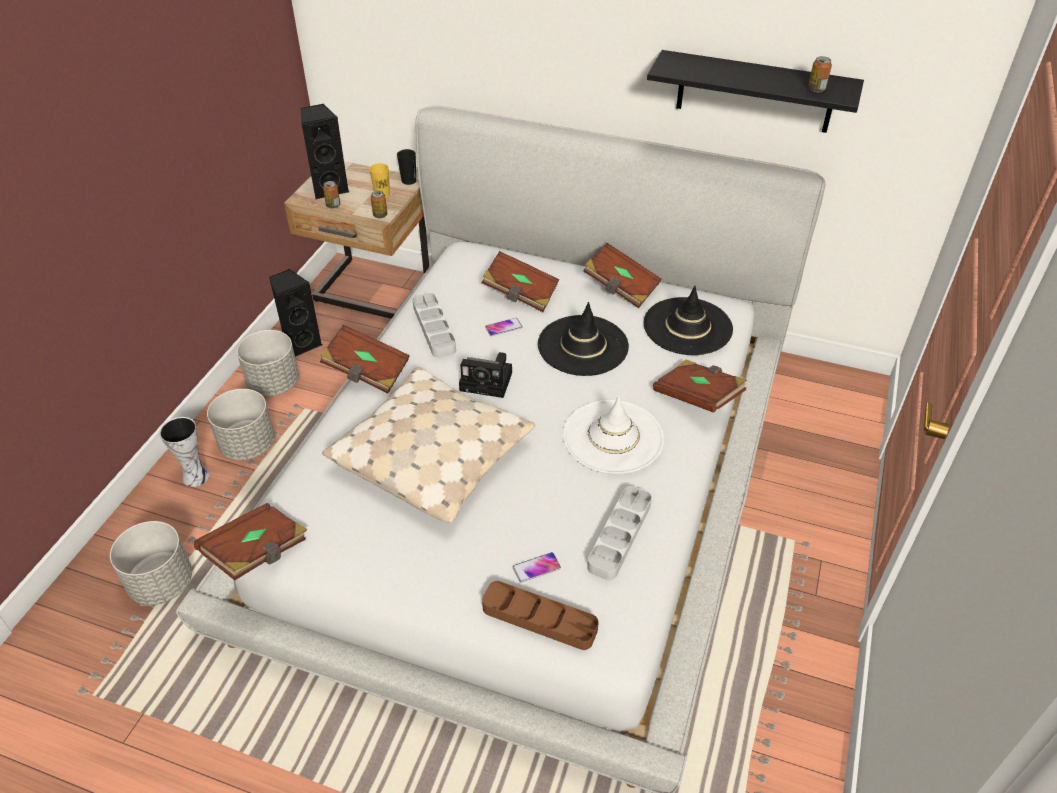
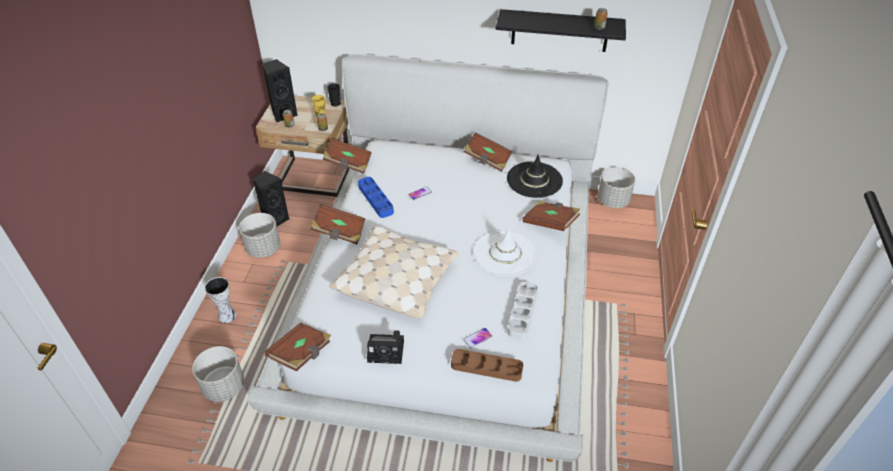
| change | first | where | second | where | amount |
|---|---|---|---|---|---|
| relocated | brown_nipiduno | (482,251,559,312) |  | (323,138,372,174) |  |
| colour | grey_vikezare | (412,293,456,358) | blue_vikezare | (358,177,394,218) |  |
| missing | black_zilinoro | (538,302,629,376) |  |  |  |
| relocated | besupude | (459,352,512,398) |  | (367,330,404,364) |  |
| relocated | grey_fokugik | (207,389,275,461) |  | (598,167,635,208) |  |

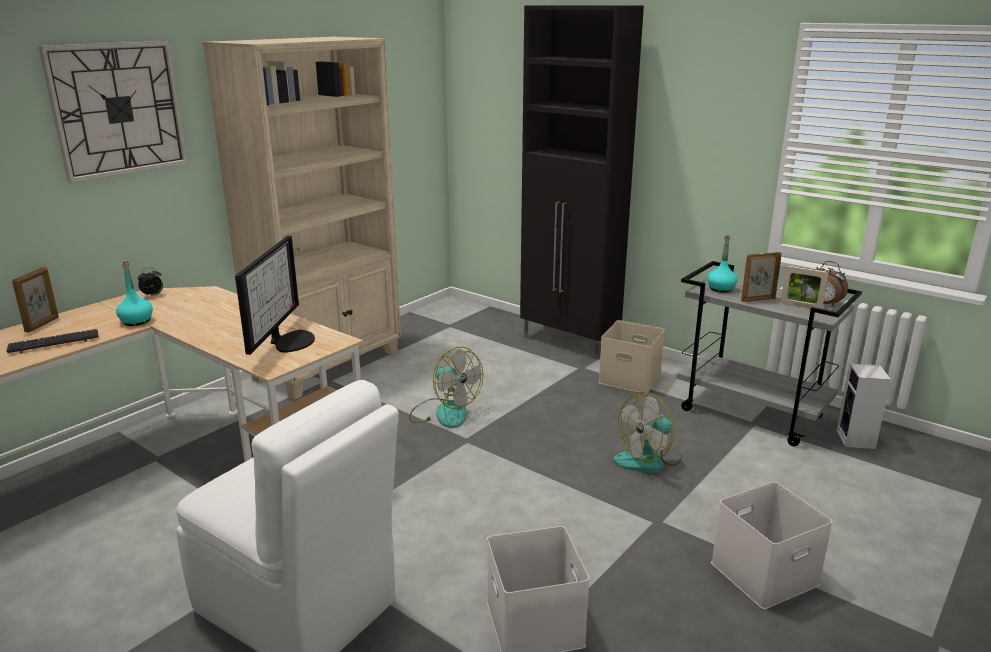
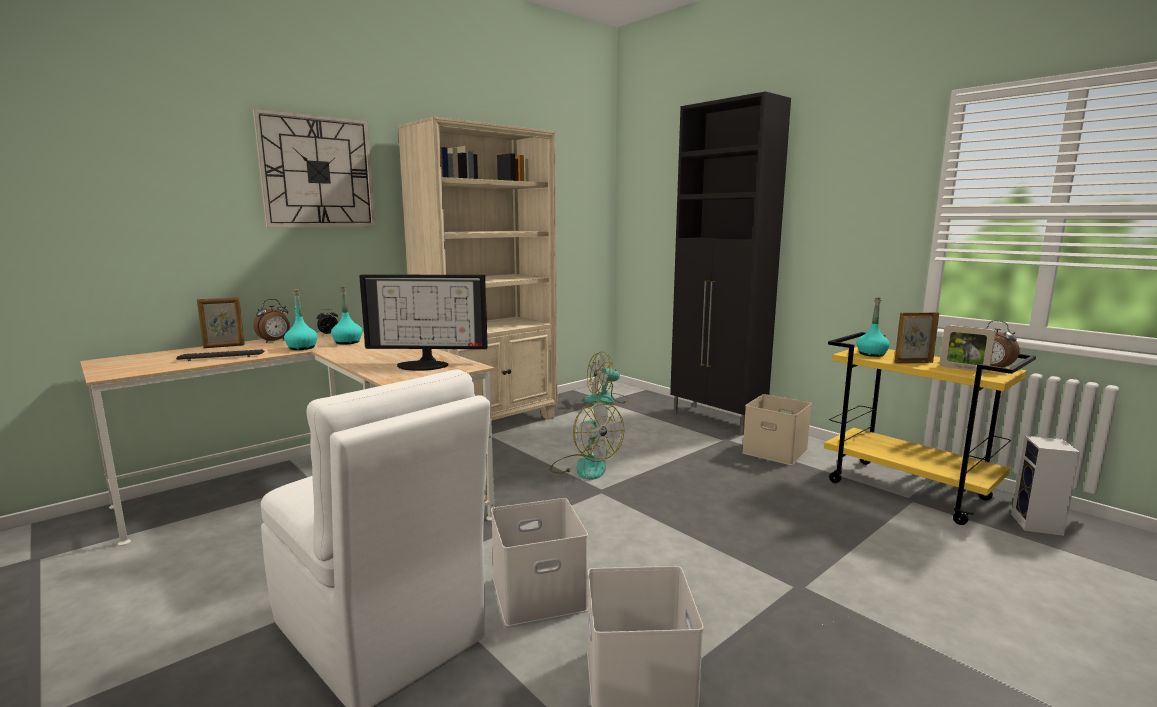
| change | first | where | second | where | amount |
|---|---|---|---|---|---|
| spun | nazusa | (235,236,315,355) |  | (359,274,488,371) | 75 degrees clockwise |
| colour | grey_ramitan | (677,261,862,447) | yellow_ramitan | (824,332,1036,525) |  |
| spun | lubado | (12,267,59,333) |  | (197,297,245,348) | 45 degrees clockwise |
| relocated | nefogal | (614,391,682,473) |  | (584,352,630,405) |  |
| relocated | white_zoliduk | (711,482,833,609) |  | (491,498,588,626) |  |
| appeared |  |  | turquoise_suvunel | (331,286,362,345) |  |
| appeared |  |  | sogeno | (253,299,290,343) |  |

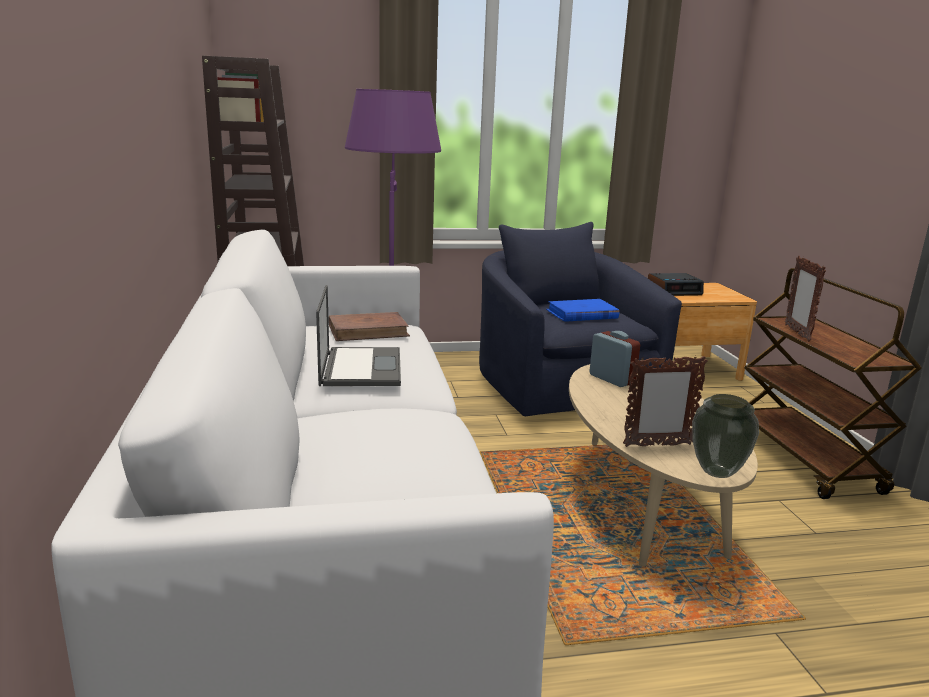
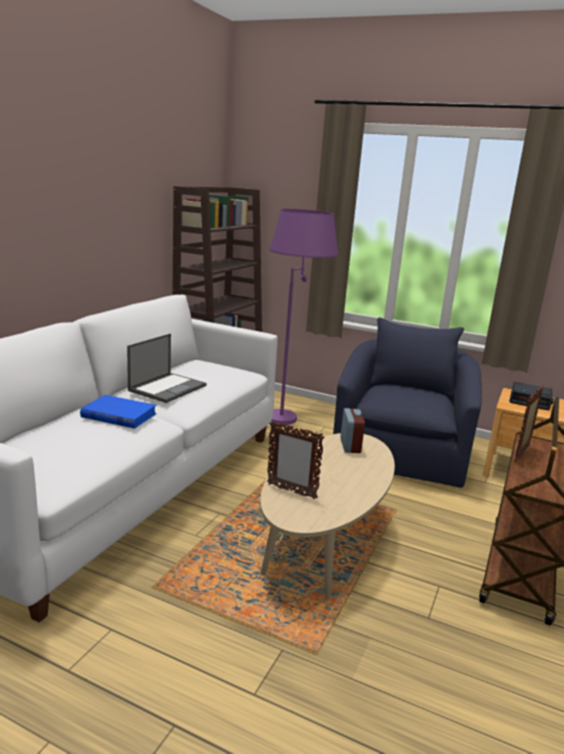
| change | first | where | second | where | amount |
|---|---|---|---|---|---|
| relocated | blue_nipiduno | (546,299,619,322) |  | (80,395,157,429) |  |
| missing | brown_nipiduno | (329,312,410,341) |  |  |  |
| missing | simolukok | (692,394,759,478) |  |  |  |

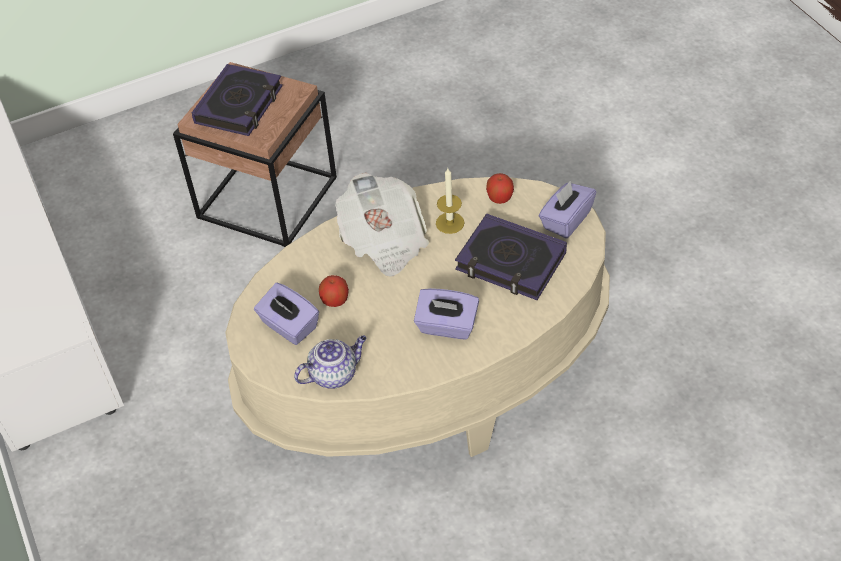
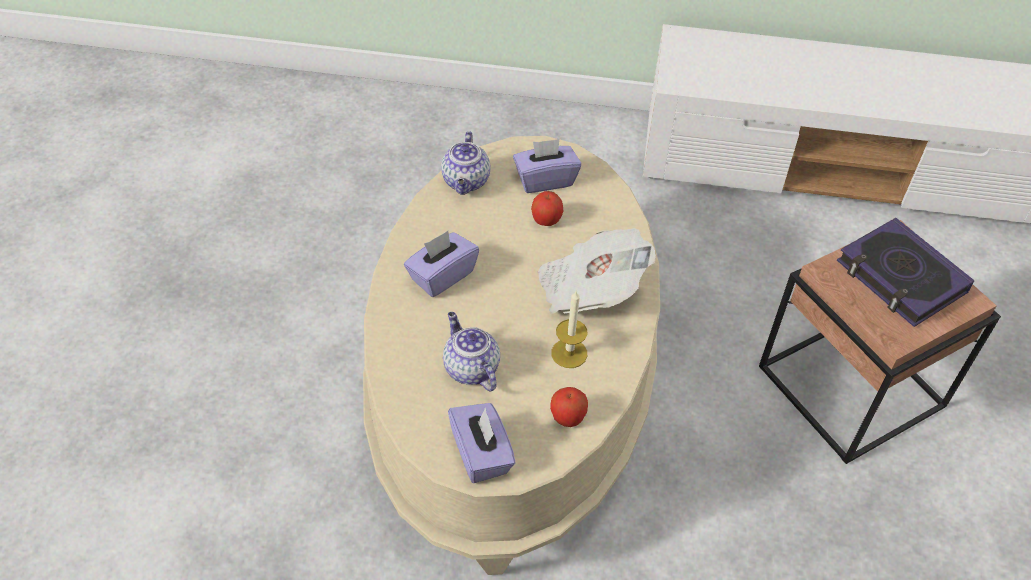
| change | first | where | second | where | amount |
|---|---|---|---|---|---|
| exchanged | nipiduno | (455,214,567,300) | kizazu | (443,312,500,391) |  |

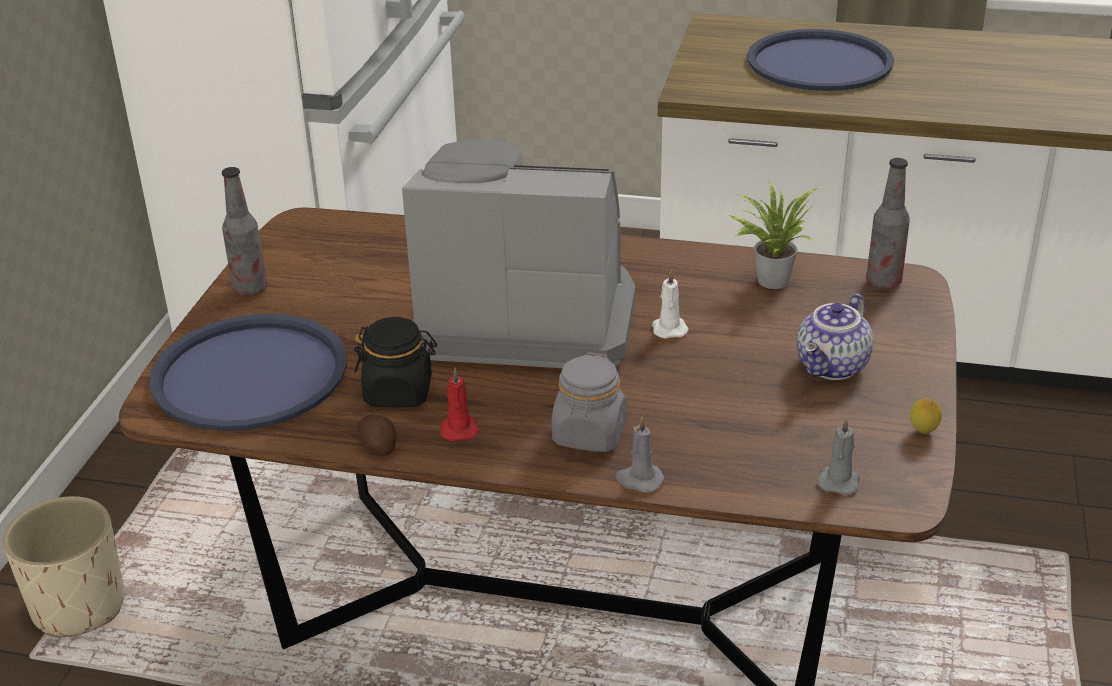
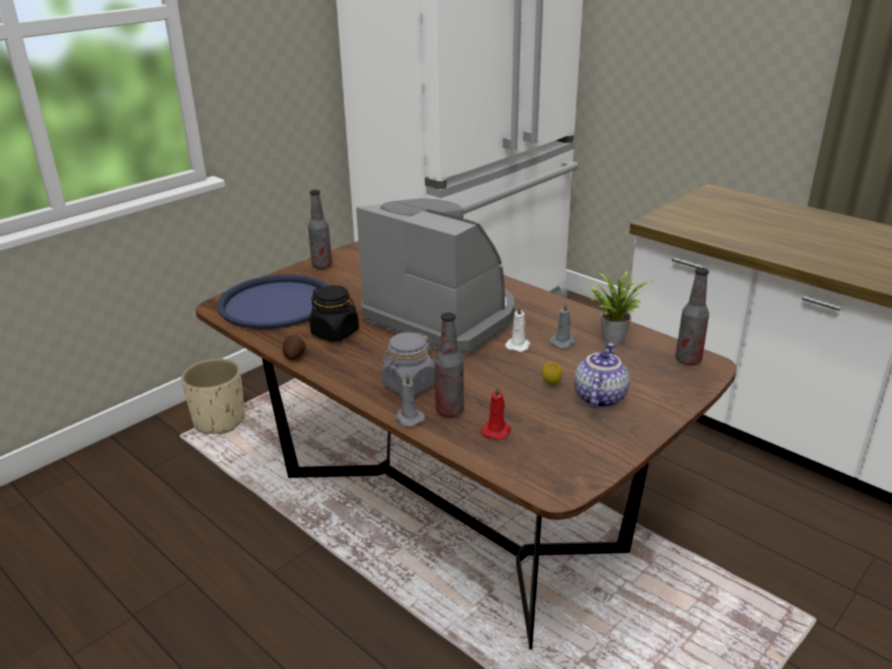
| change | first | where | second | where | amount |
|---|---|---|---|---|---|
| missing | blue_vikezare | (747,29,894,91) |  |  |  |
| spun | kizazu | (797,294,873,380) |  | (574,343,630,408) | 135 degrees clockwise |
| relocated | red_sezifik | (441,368,480,441) |  | (481,384,511,440) |  |
| relocated | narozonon | (910,398,942,434) |  | (542,362,562,386) |  |
| relocated | grey_sezifik | (817,417,860,495) |  | (550,301,576,349) |  |
| appeared |  |  | suvunel | (435,312,464,417) |  |

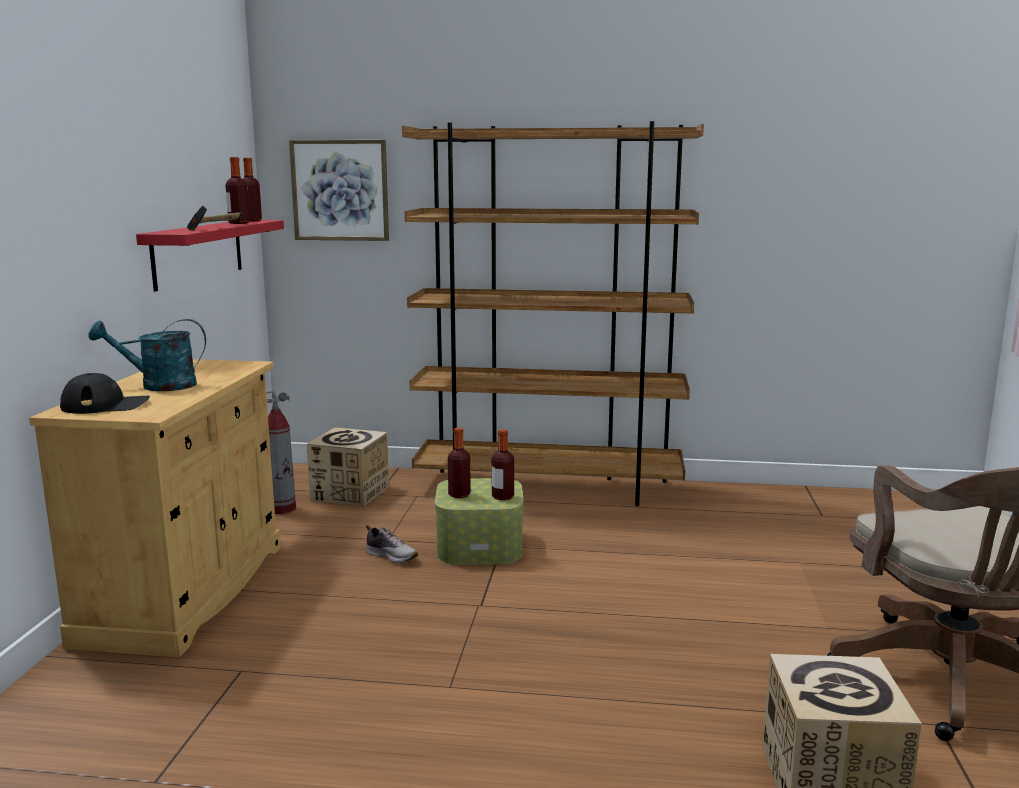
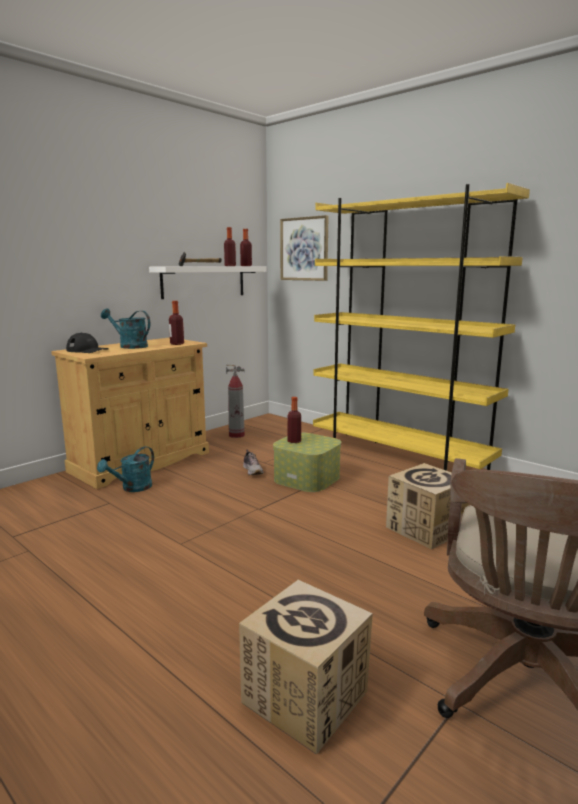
| change | first | where | second | where | amount |
|---|---|---|---|---|---|
| colour | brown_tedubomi | (402,121,704,506) | yellow_tedubomi | (313,183,530,471) |  |
| colour | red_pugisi | (136,220,284,292) | white_pugisi | (149,267,267,299) |  |
| relocated | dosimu | (307,427,389,507) |  | (386,463,469,549) |  |
| relocated | suvunel | (492,429,514,500) |  | (169,301,184,345) |  |
| appeared |  |  | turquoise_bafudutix | (97,446,154,492) |  |

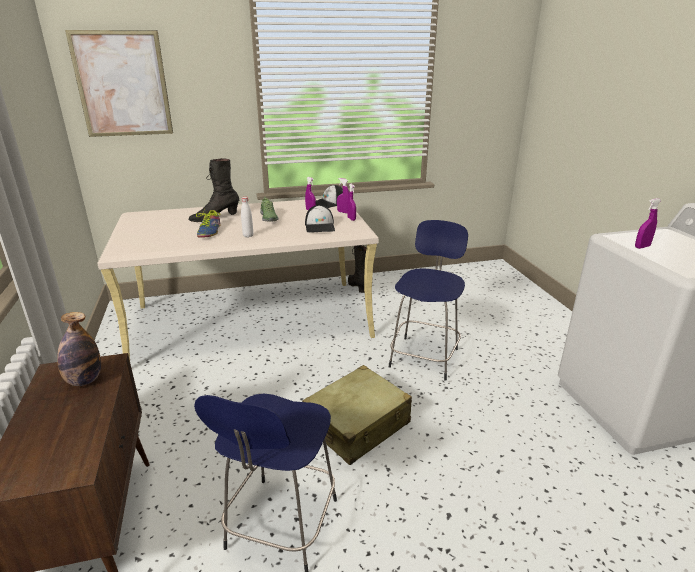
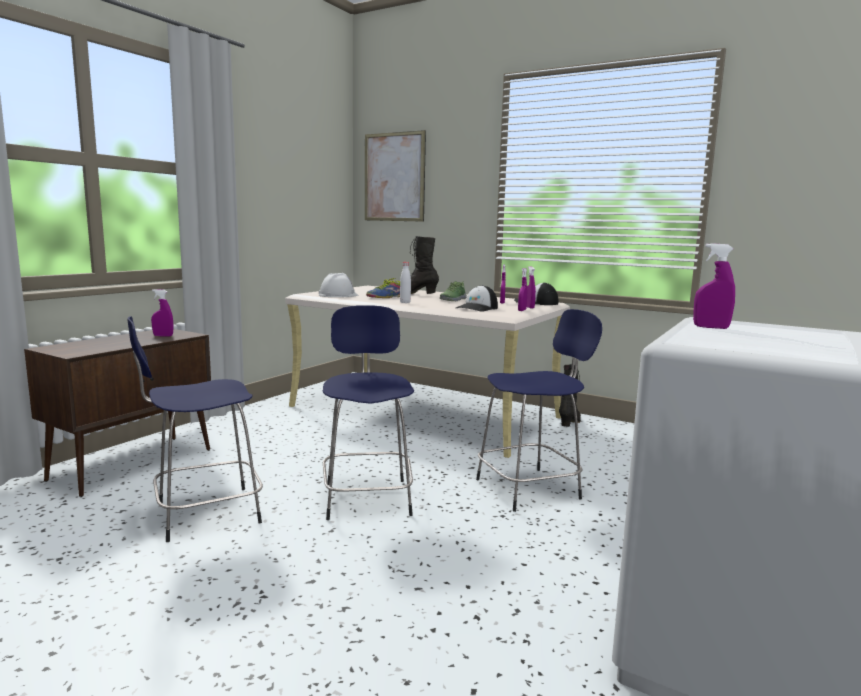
| change | first | where | second | where | amount |
|---|---|---|---|---|---|
| exchanged | suvunel | (57,312,101,386) | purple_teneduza | (151,289,173,336) |  |
| exchanged | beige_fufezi | (302,365,412,465) | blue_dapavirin | (323,305,414,520) |  |
| appeared |  |  | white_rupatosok | (319,273,358,297) |  |

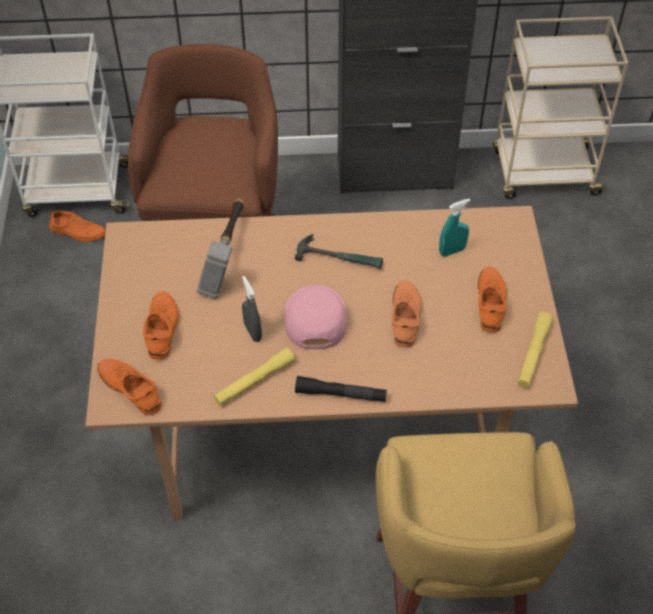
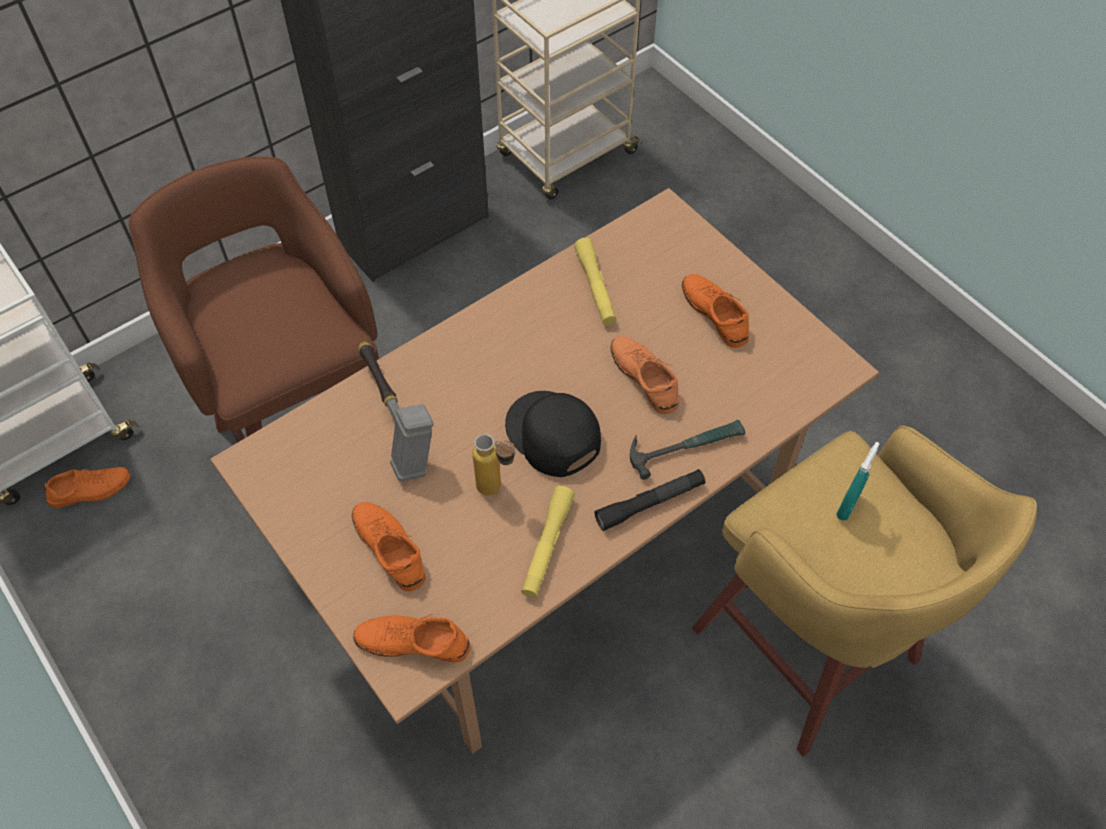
| change | first | where | second | where | amount |
|---|---|---|---|---|---|
| relocated | turquoise_teneduza | (439,198,470,257) |  | (836,442,879,520) |  |
| relocated | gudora | (295,234,383,269) |  | (630,420,745,480) |  |
| exchanged | grey_teneduza | (242,276,262,342) | suvunel | (472,434,515,495) |  |
| colour | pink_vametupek | (285,285,347,349) | black_vametupek | (505,391,601,477) |  |
| relocated | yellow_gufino | (517,312,553,388) |  | (574,238,617,326) |  |

